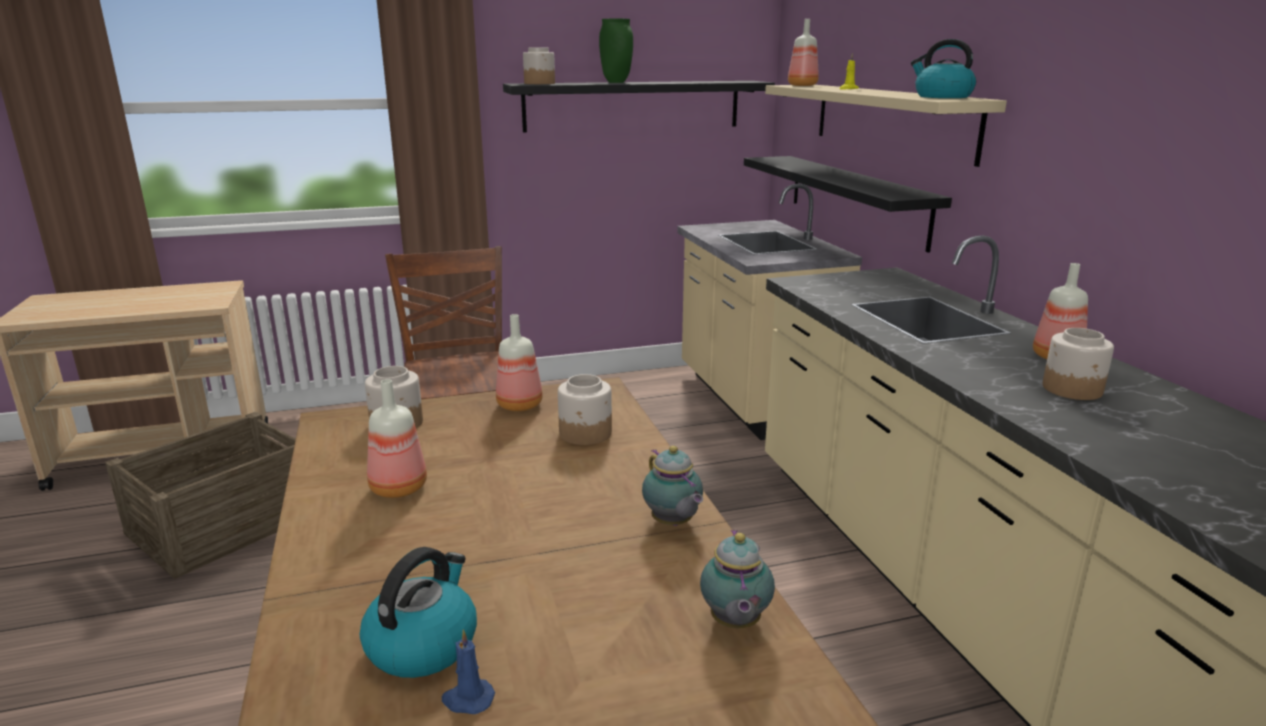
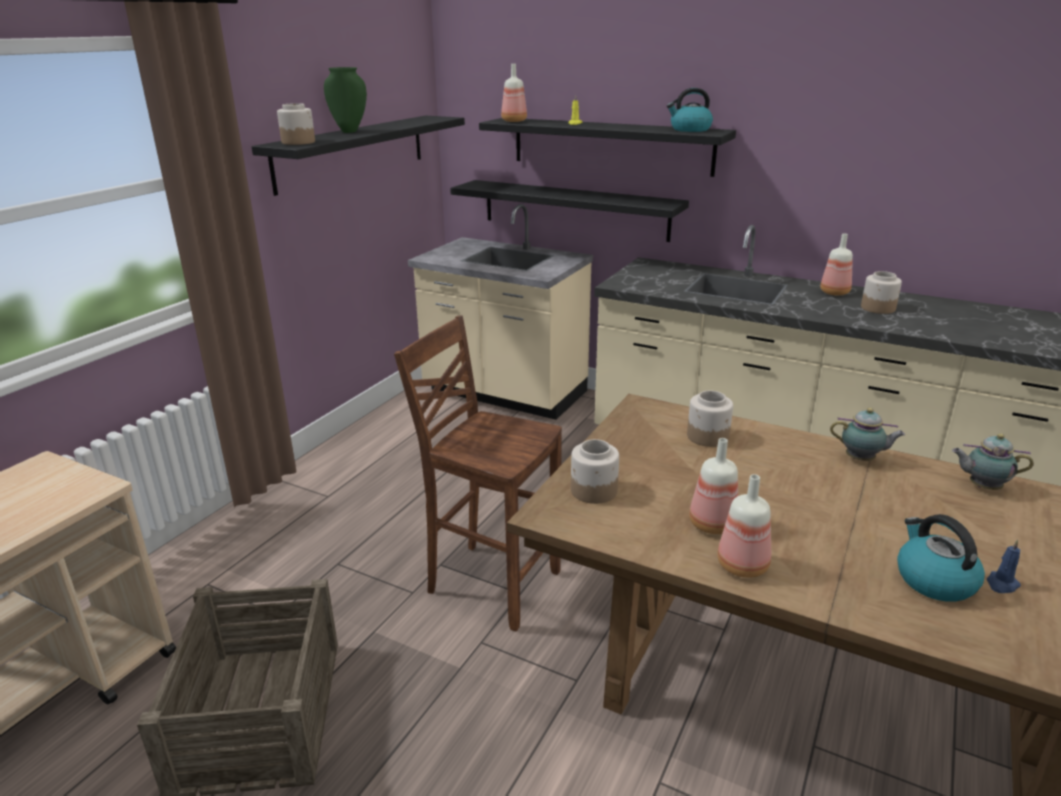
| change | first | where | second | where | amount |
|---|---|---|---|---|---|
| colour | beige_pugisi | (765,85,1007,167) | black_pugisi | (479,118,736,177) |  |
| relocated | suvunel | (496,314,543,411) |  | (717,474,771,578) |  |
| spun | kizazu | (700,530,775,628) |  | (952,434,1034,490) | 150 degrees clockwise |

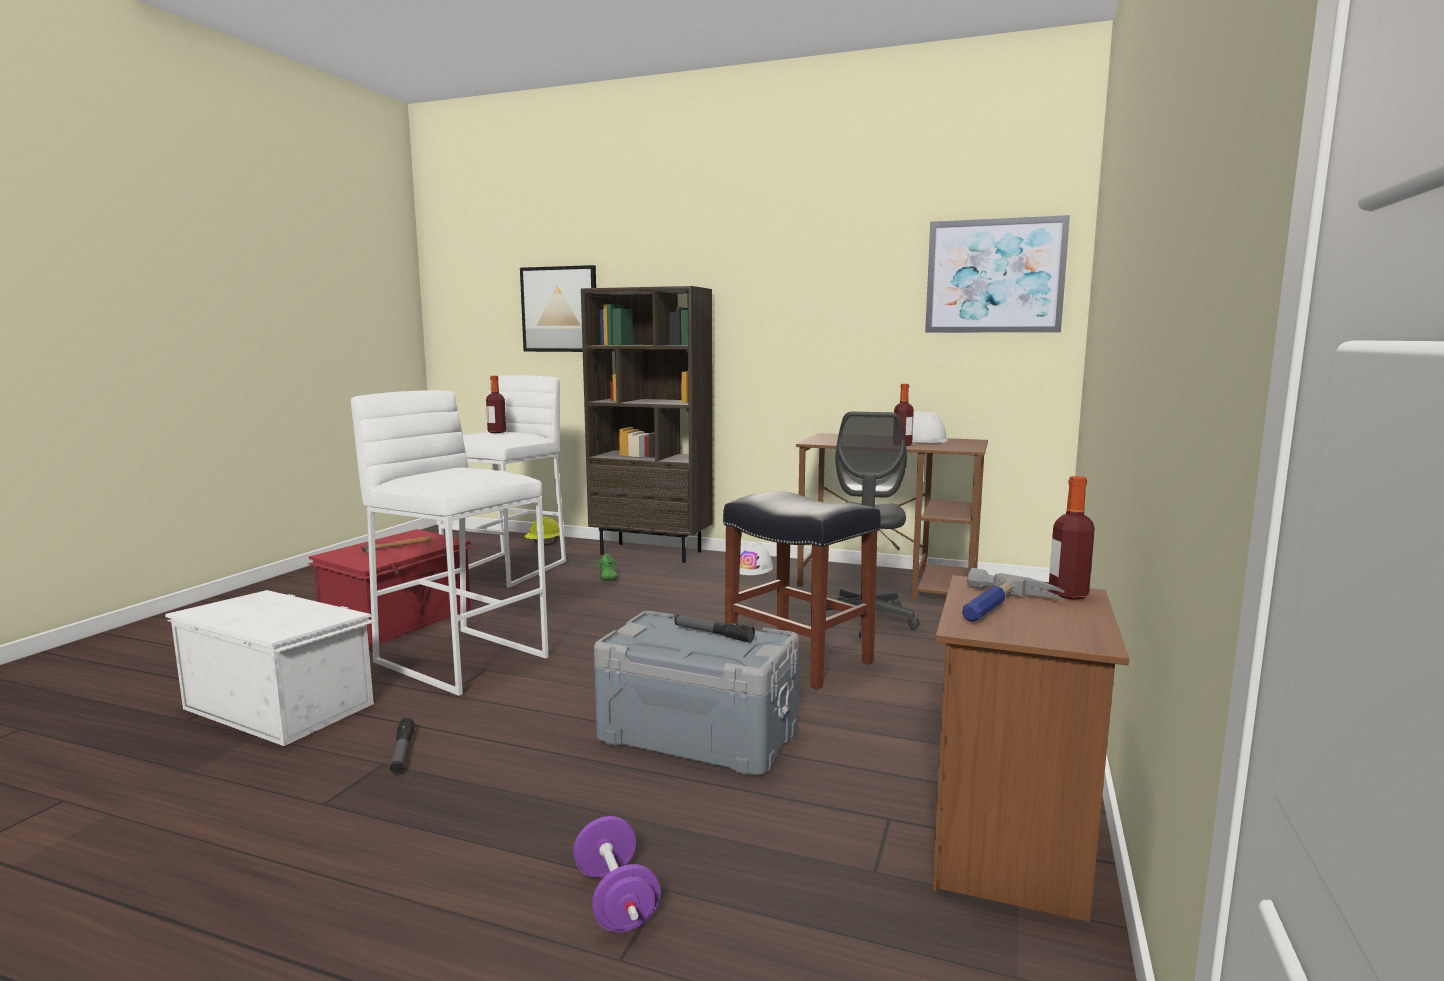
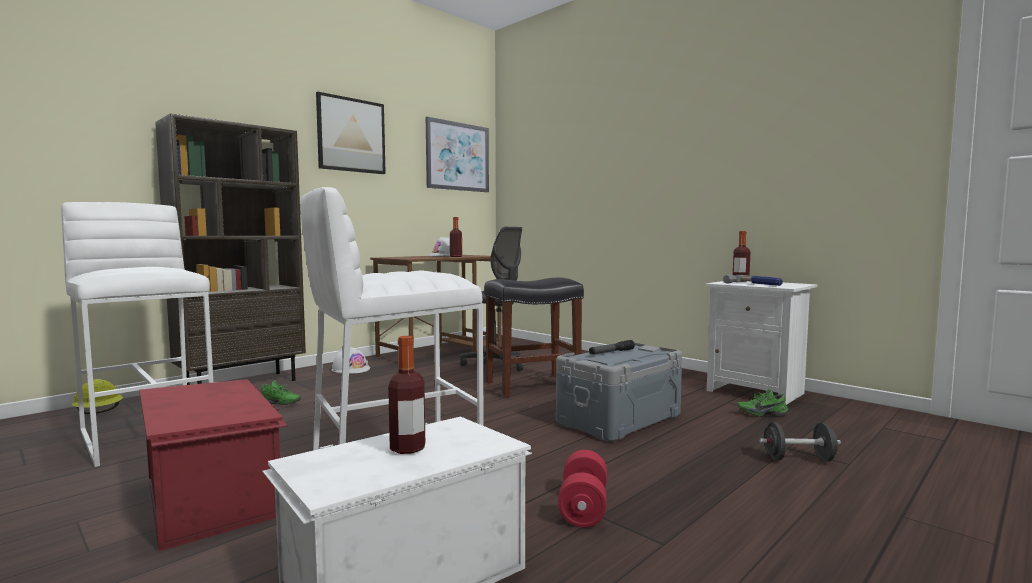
| change | first | where | second | where | amount |
|---|---|---|---|---|---|
| relocated | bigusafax | (520,265,596,352) |  | (316,92,386,174) |  |
| relocated | suvunel | (486,376,506,433) |  | (388,336,425,454) |  |
| missing | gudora | (361,536,431,554) |  |  |  |
| colour | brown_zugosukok | (932,575,1129,922) | white_zugosukok | (706,281,817,405) |  |
| exchanged | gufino | (390,718,415,773) | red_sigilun | (558,450,607,527) |  |
| colour | purple_sigilun | (573,816,661,932) | black_sigilun | (759,422,841,461) |  |
| appeared |  |  | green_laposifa | (737,389,788,416) |  |

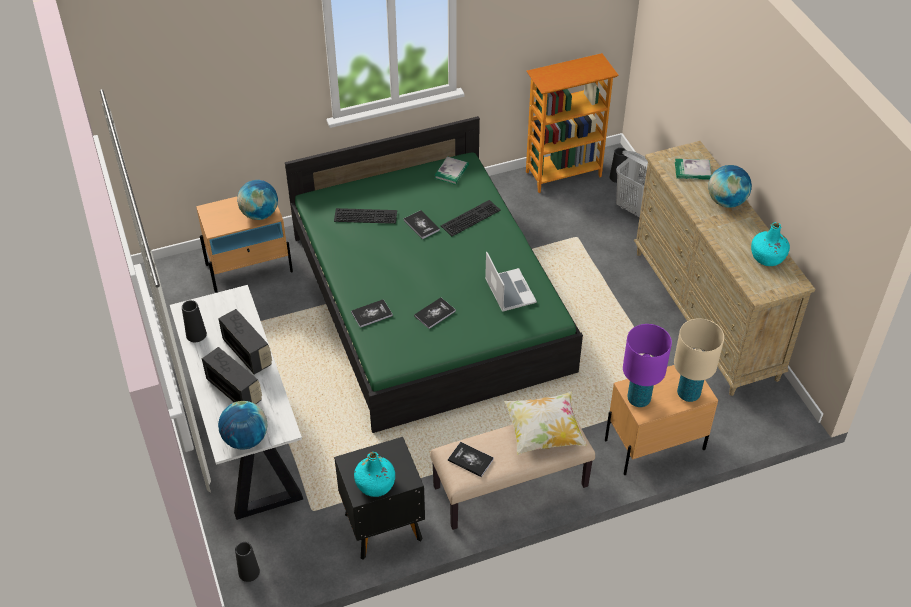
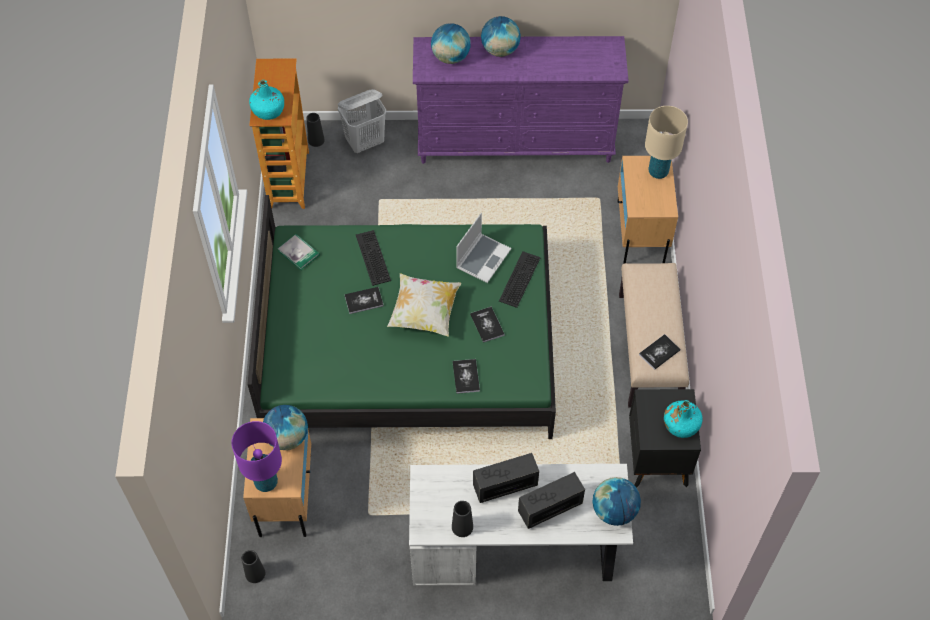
| change | first | where | second | where | amount |
|---|---|---|---|---|---|
| colour | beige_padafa | (634,141,815,396) | purple_padafa | (413,36,629,164) |  |
| exchanged | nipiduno | (675,159,712,180) | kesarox | (431,23,471,64) |  |
| relocated | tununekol | (334,208,397,224) |  | (499,251,541,308) |  |
| relocated | turquoise_suvunel | (751,222,790,266) |  | (249,80,284,120) |  |
| spun | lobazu | (485,252,537,312) |  | (456,213,511,283) | 120 degrees clockwise |
| relocated | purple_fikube | (623,324,672,407) |  | (231,421,282,492) |  |
| relocated | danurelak | (504,392,587,455) |  | (387,273,461,337) |  |
| relocated | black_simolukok | (235,542,260,582) |  | (242,550,265,583) |  |

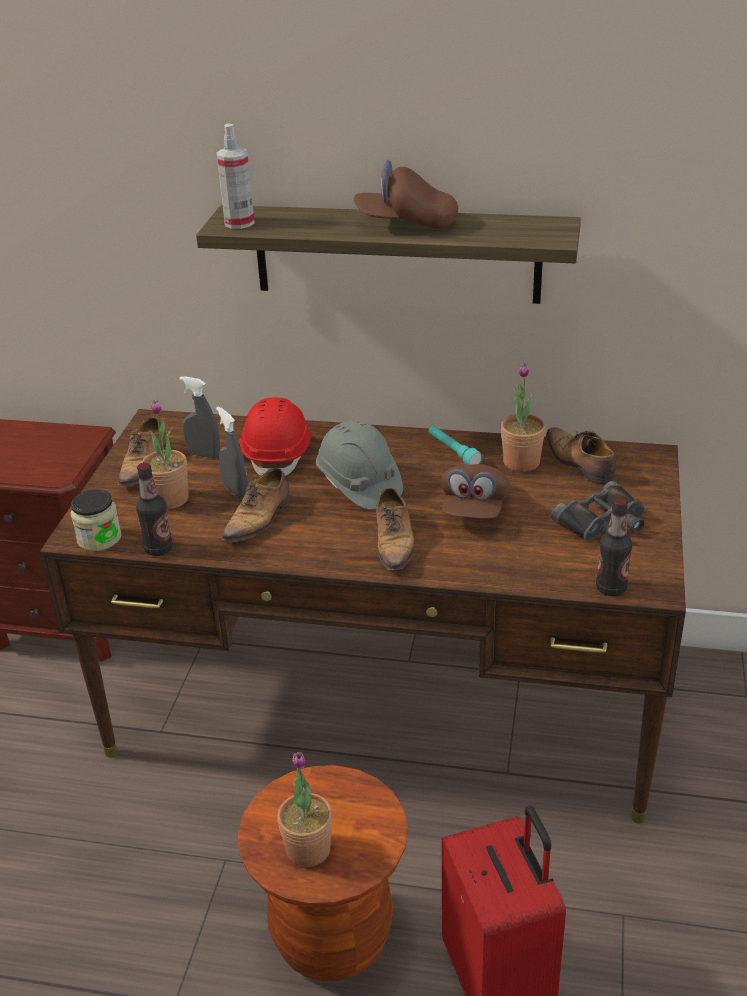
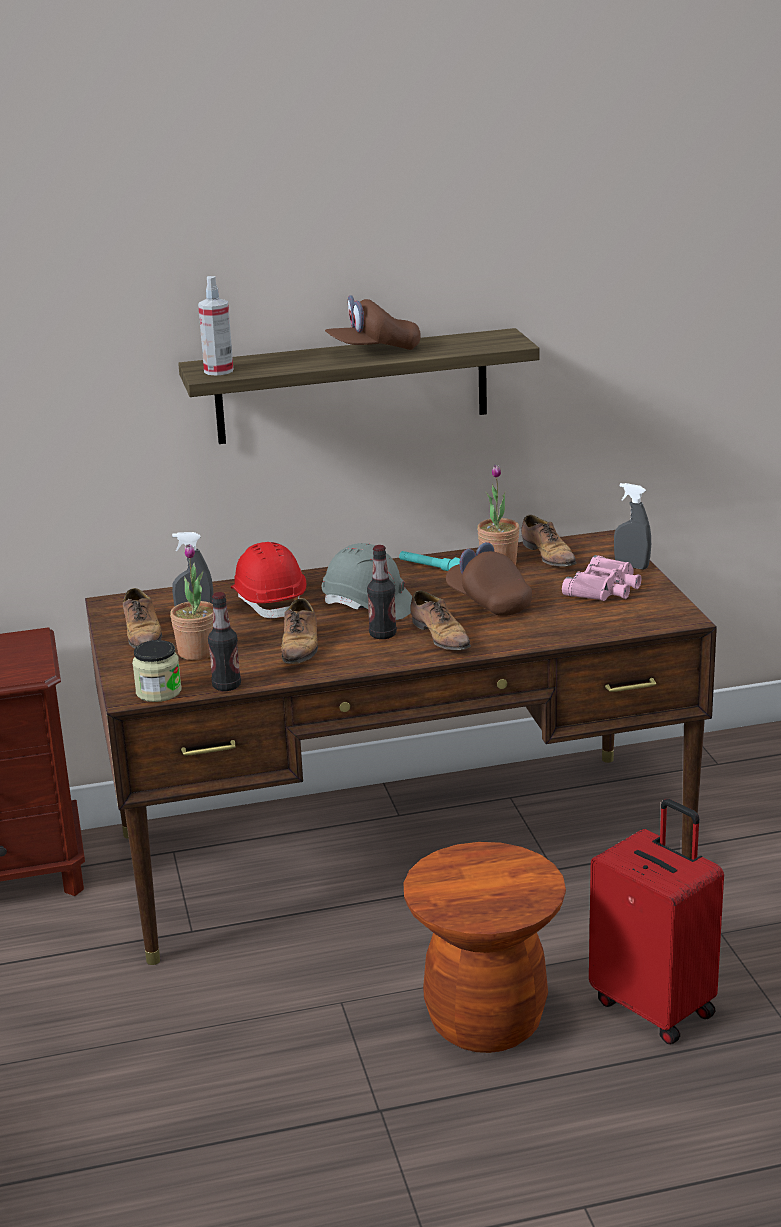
| change | first | where | second | where | amount |
|---|---|---|---|---|---|
| relocated | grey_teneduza | (216,406,248,499) |  | (614,483,651,569) |  |
| spun | laposifa | (546,427,616,485) |  | (521,515,576,567) | 150 degrees counterclockwise |
| spun | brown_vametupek | (441,464,511,519) |  | (446,542,532,616) | 150 degrees clockwise |
| colour | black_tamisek | (551,481,645,541) | pink_tamisek | (562,555,641,601) |  |
| relocated | suvunel | (596,497,632,596) |  | (367,545,397,639) |  |
| missing | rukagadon | (277,752,332,867) |  |  |  |

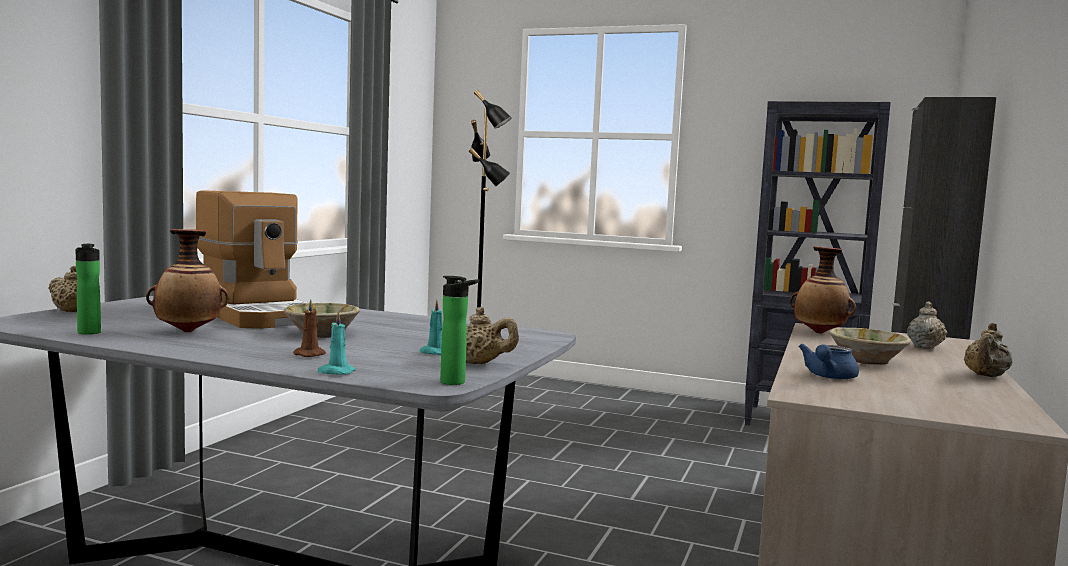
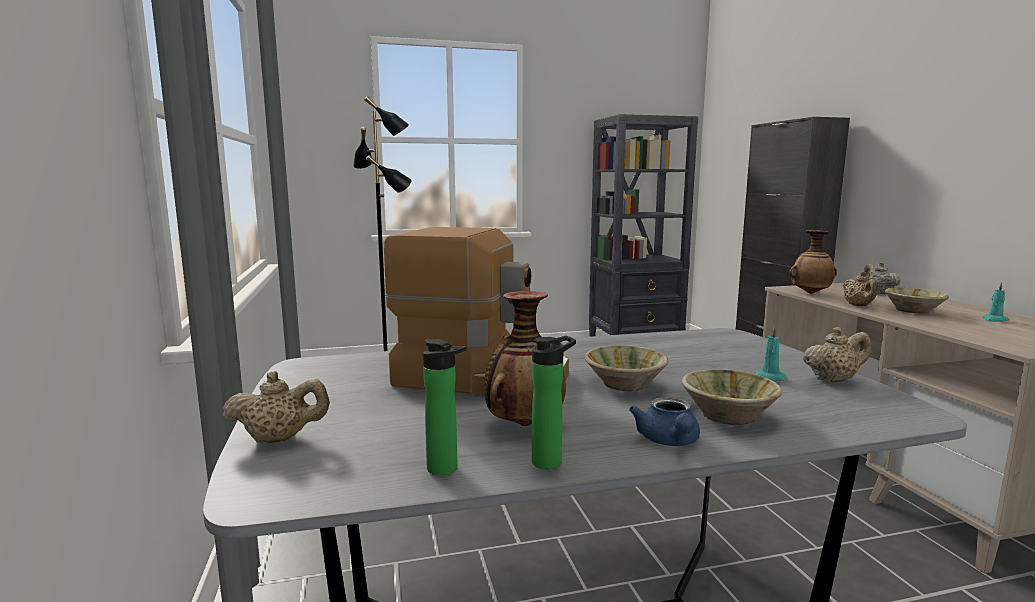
| change | first | where | second | where | amount |
|---|---|---|---|---|---|
| relocated | suvunel | (440,276,479,385) |  | (532,336,576,469) |  |
| exchanged | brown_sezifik | (293,299,326,357) | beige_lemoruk | (682,369,782,425) |  |
| relocated | turquoise_sezifik | (317,311,356,375) |  | (982,282,1009,322) |  |
| relocated | beige_kizazu | (964,323,1013,377) |  | (843,271,878,306) |  |
| relocated | blue_kizazu | (798,344,859,380) |  | (629,397,700,446) |  |

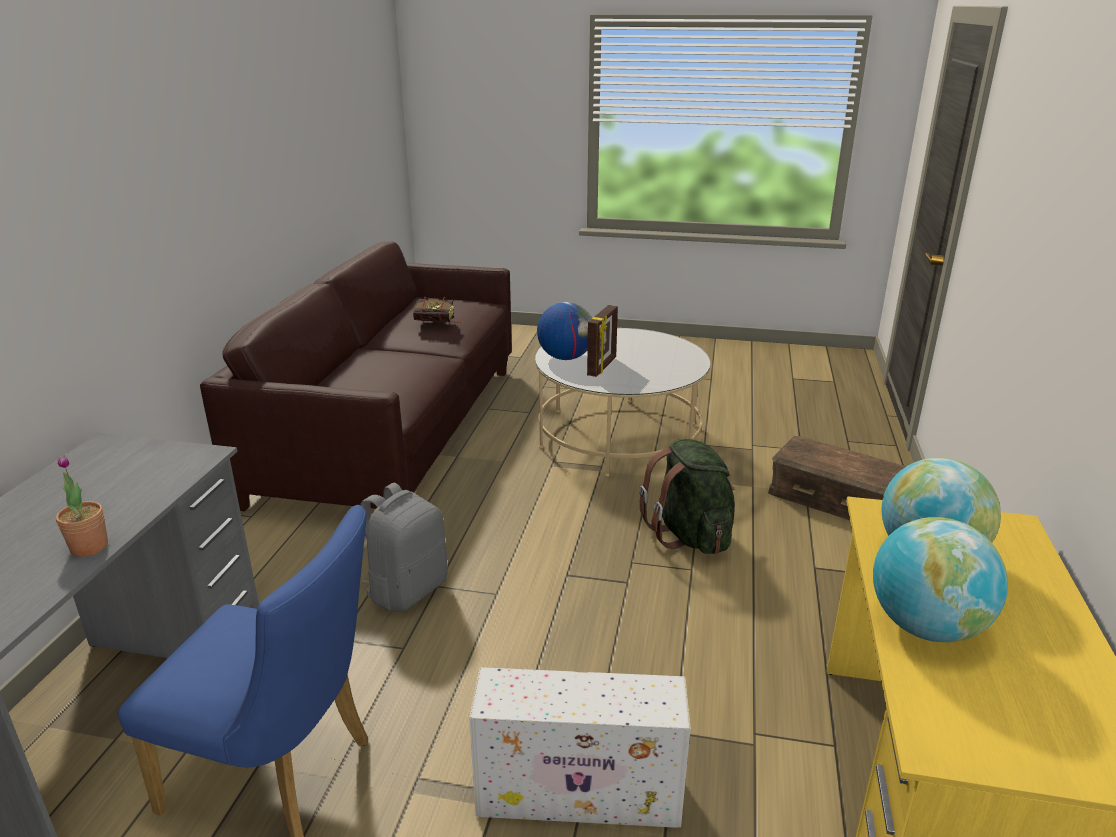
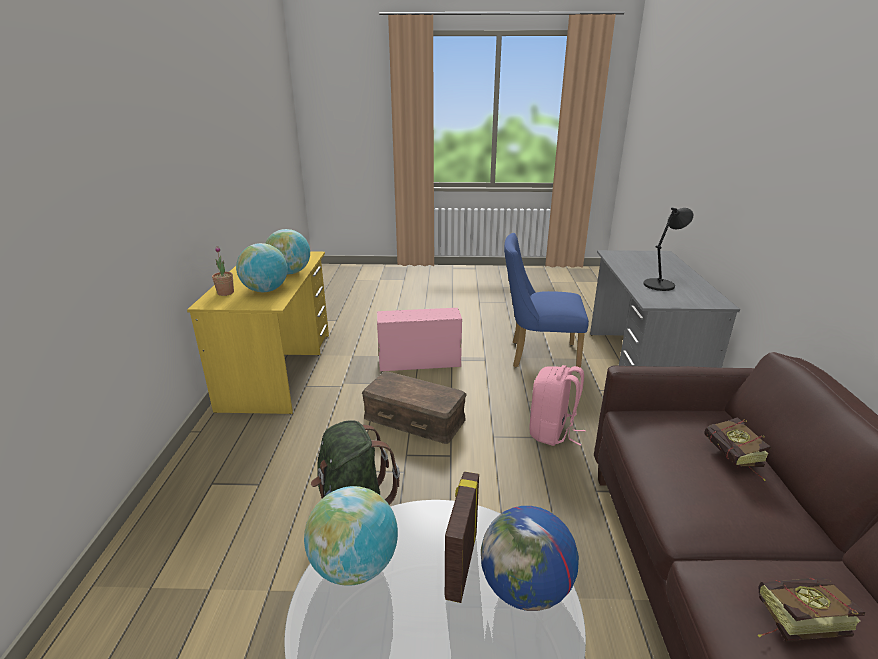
| change | first | where | second | where | amount |
|---|---|---|---|---|---|
| relocated | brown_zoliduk | (768,436,906,520) |  | (362,371,467,444) |  |
| relocated | rukagadon | (56,454,108,557) |  | (212,246,234,296) |  |
| colour | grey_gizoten | (360,483,448,612) | pink_gizoten | (529,365,586,446) |  |
| colour | white_zoliduk | (469,667,691,828) | pink_zoliduk | (377,308,462,371) |  |
| appeared |  |  | black_fikube | (644,207,694,291) |  |
| appeared |  |  | nipiduno | (704,417,771,481) |  |
| appeared |  |  | kesarox | (304,486,398,586) |  |

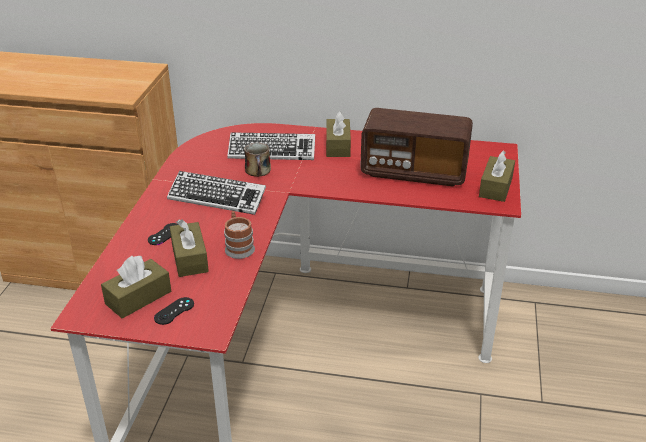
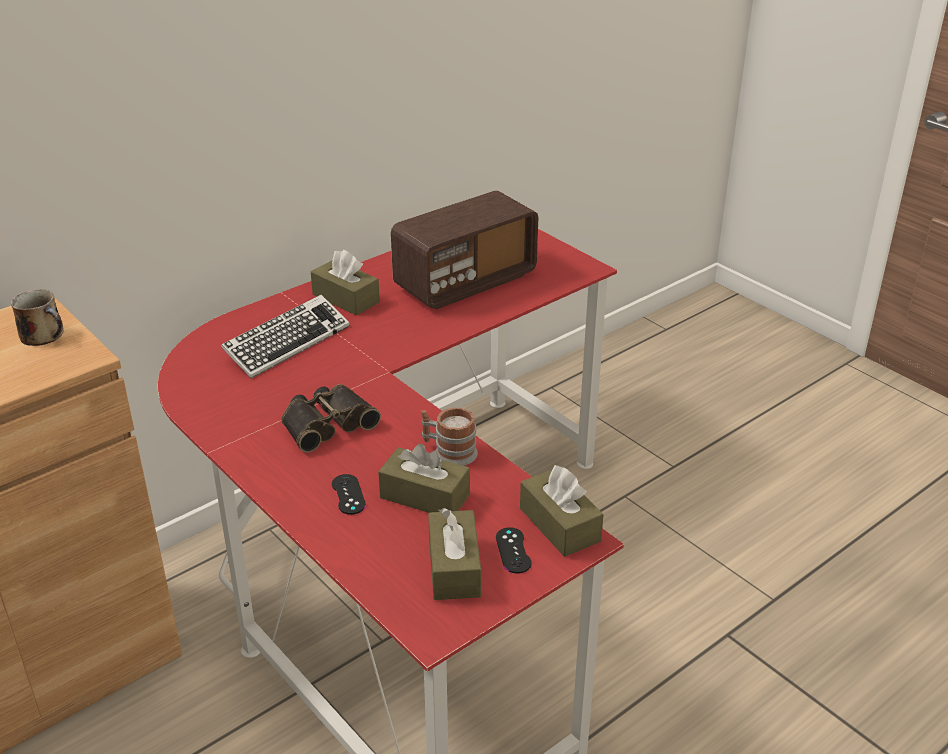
| change | first | where | second | where | amount |
|---|---|---|---|---|---|
| relocated | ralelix | (244,143,271,177) |  | (11,289,64,346) |  |
| relocated | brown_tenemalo | (479,151,515,202) |  | (520,465,604,557) |  |
| exchanged | tununekol | (167,171,266,215) | tamisek | (281,384,381,452) |  |

